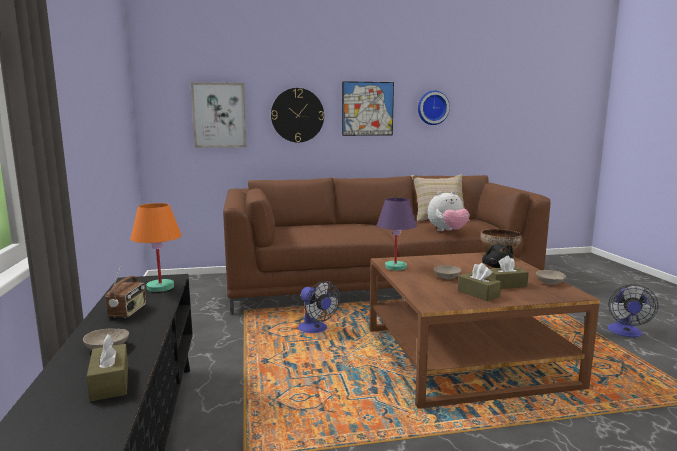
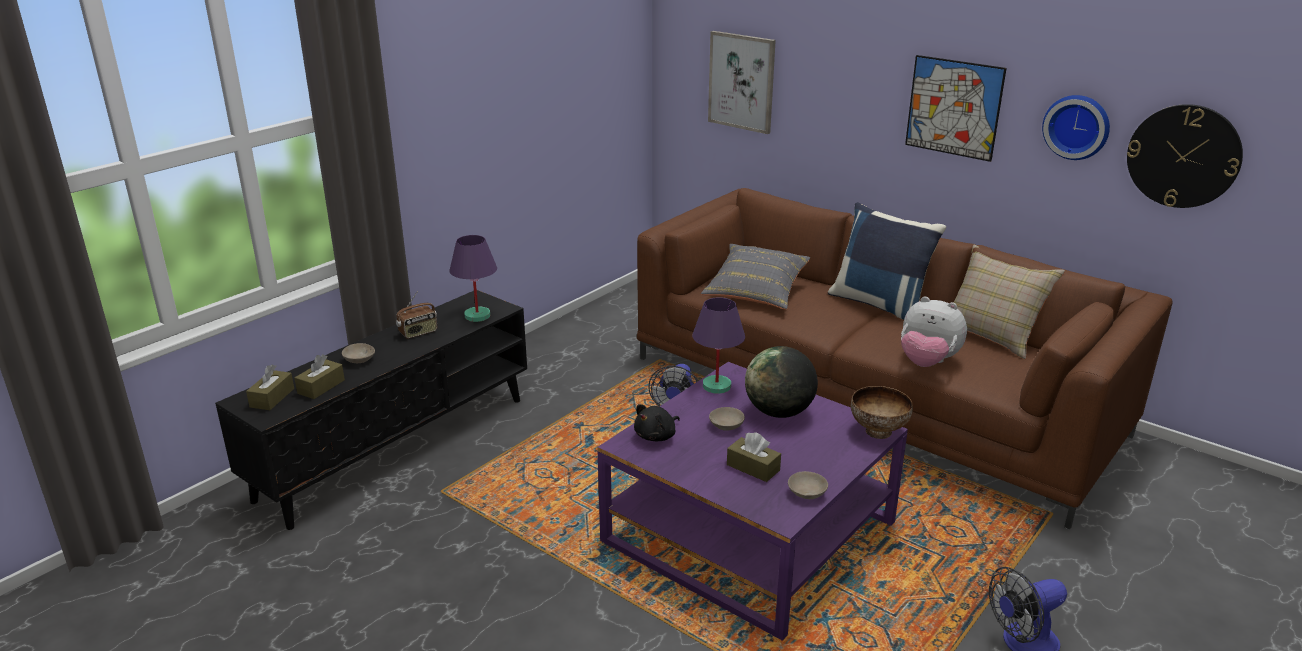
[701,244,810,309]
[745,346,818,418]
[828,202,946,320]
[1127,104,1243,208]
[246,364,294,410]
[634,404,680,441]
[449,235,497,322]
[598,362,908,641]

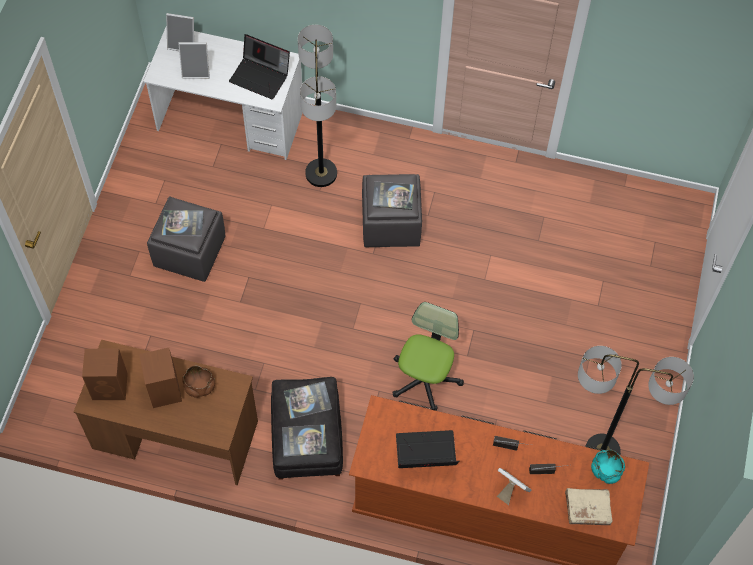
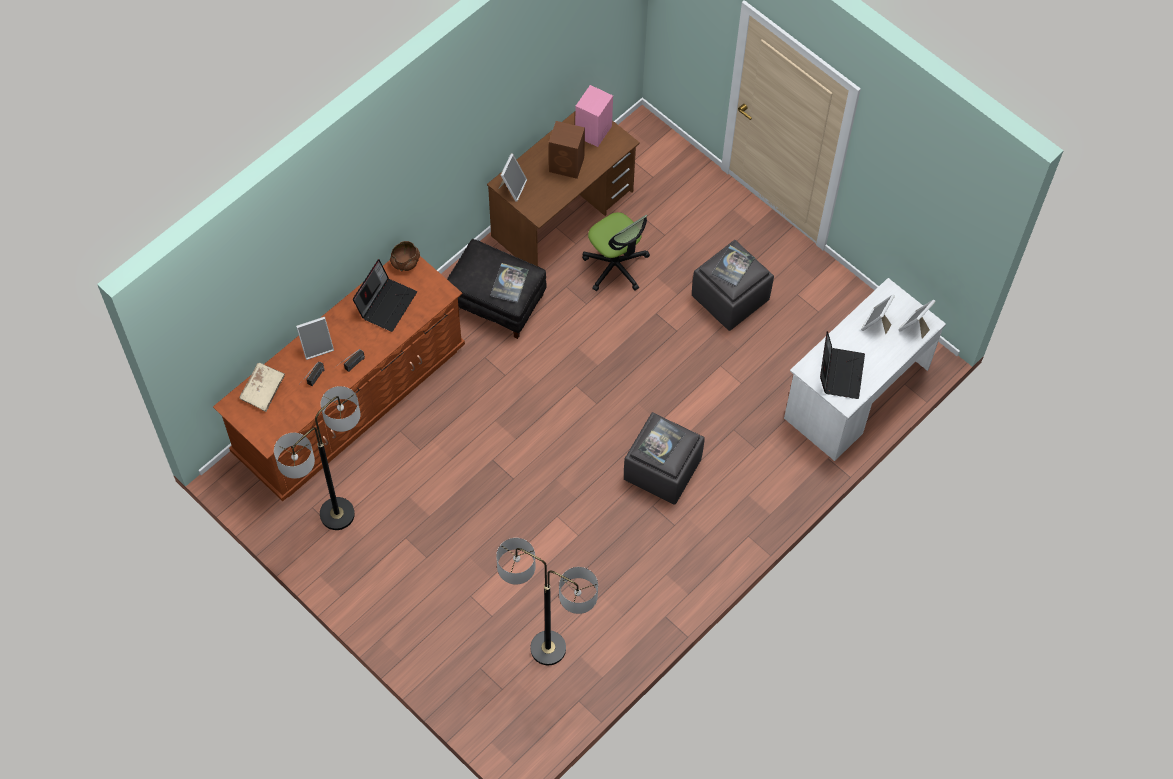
[282,425,327,457] (first image)
[591,449,625,484] (first image)
[499,153,527,202]
[390,241,420,271]
[496,538,598,665]
[582,212,650,291]
[575,85,613,147]
[820,331,865,399]

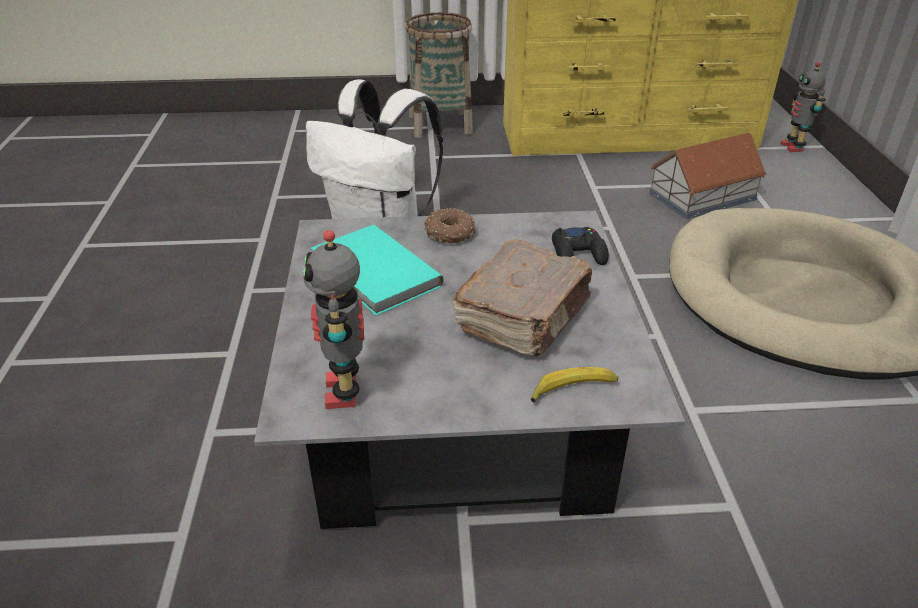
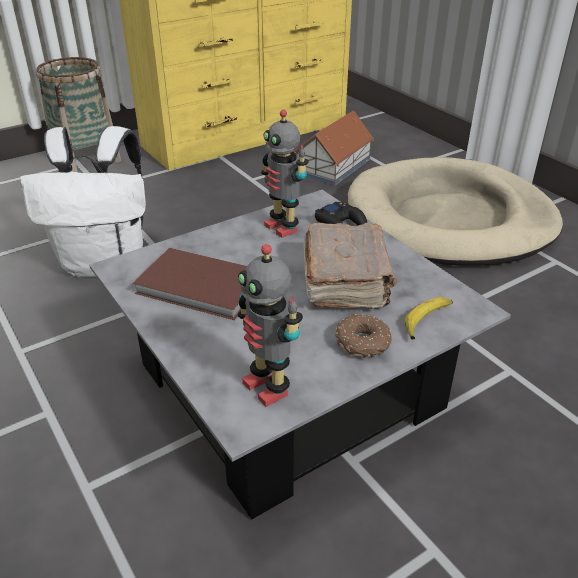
[335,314,391,358]
[261,110,309,238]
[133,248,247,320]

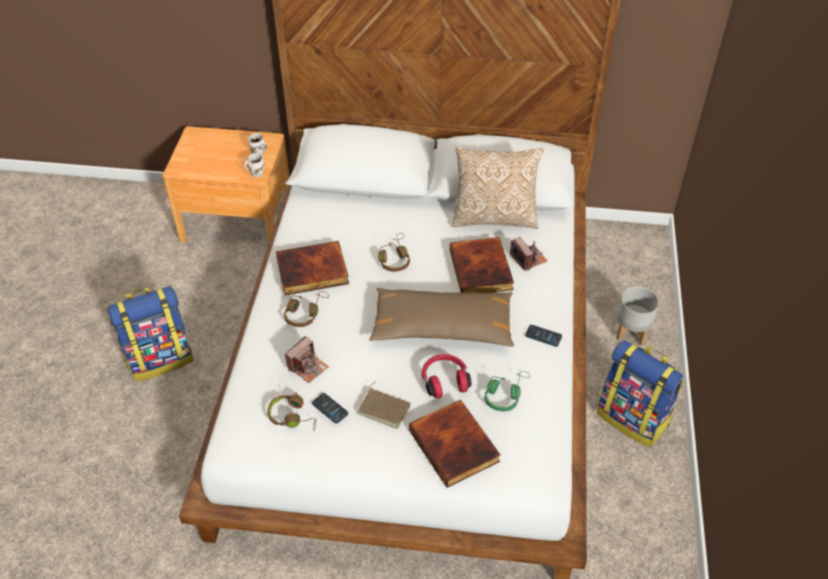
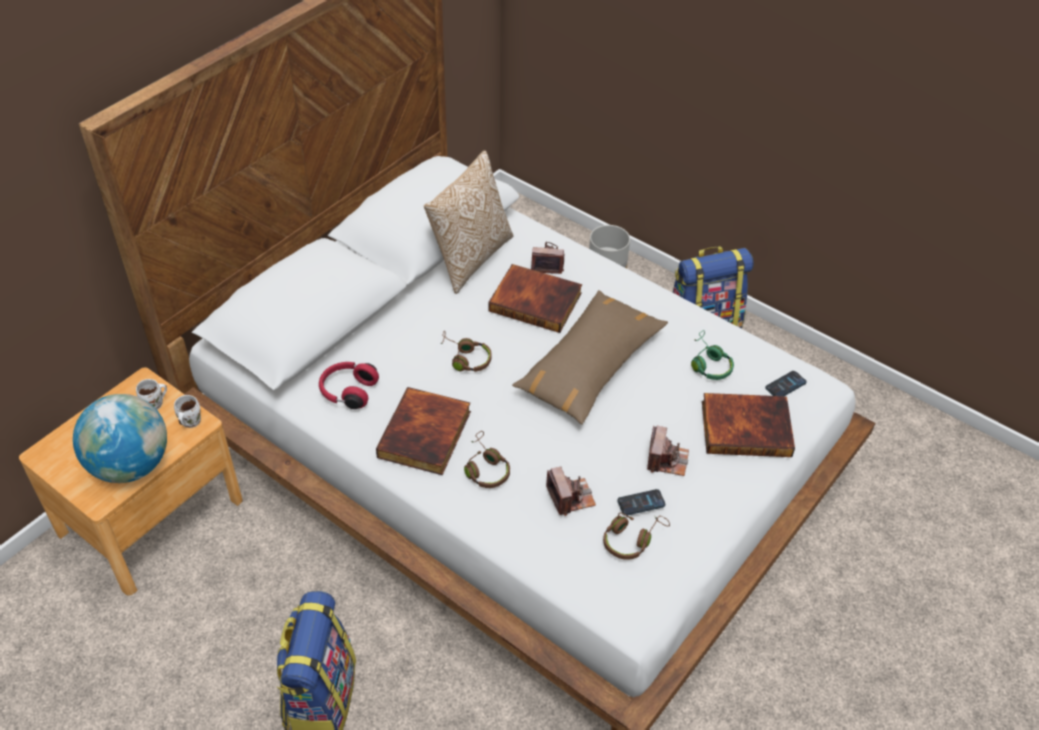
[73,394,167,483]
[319,362,379,409]
[765,371,807,396]
[647,426,689,476]

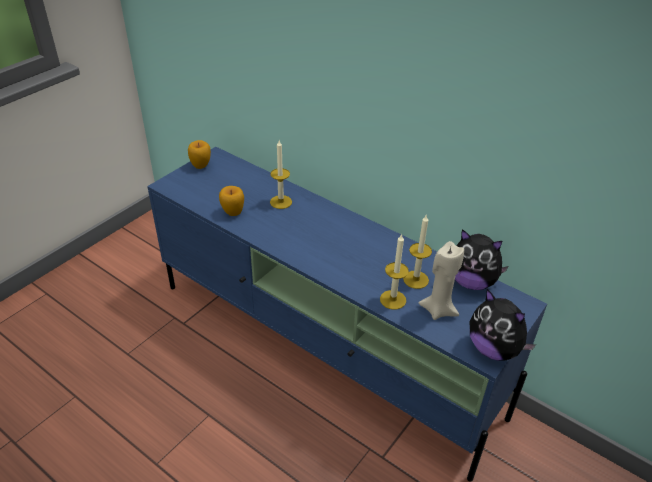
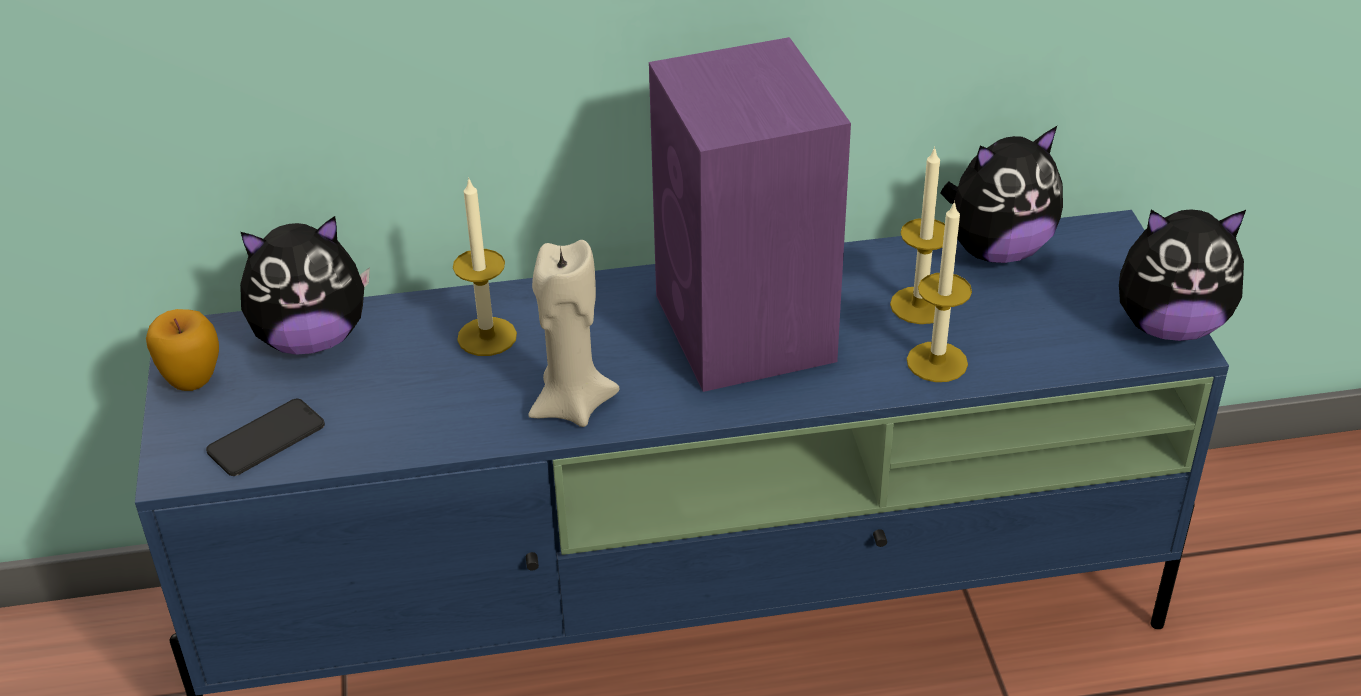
[219,186,244,216] (first image)
[206,399,325,476]
[240,216,370,355]
[649,37,851,392]
[528,240,620,427]

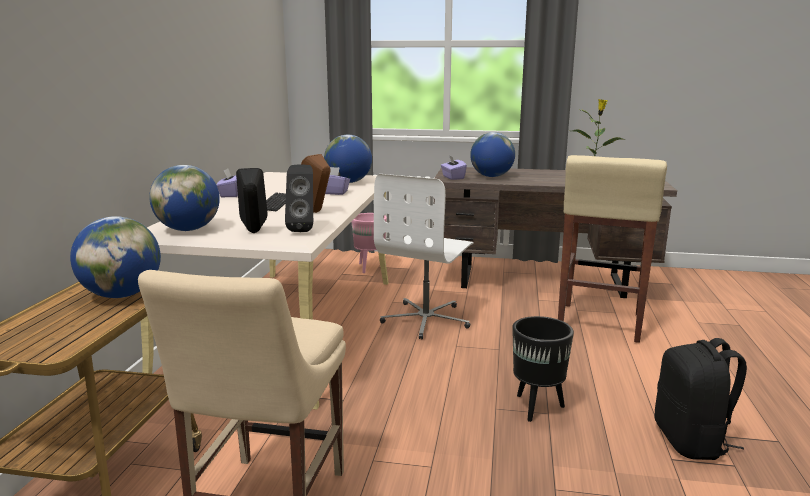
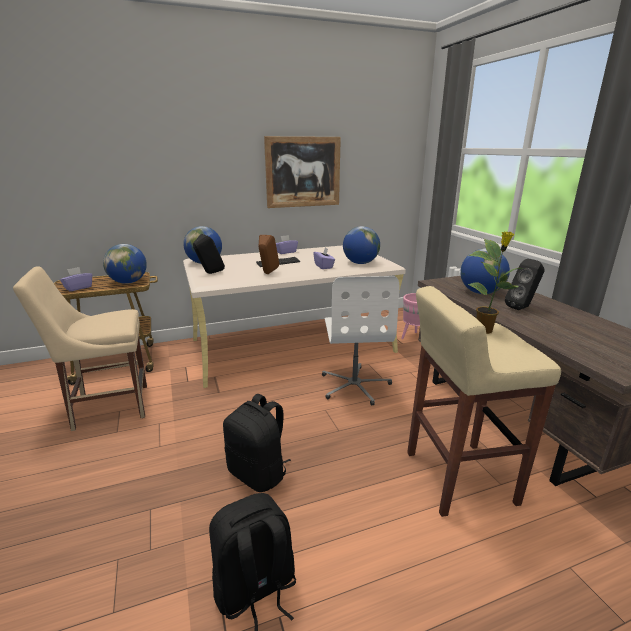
[264,136,341,208]
[505,259,545,310]
[60,267,92,291]
[223,394,291,492]
[322,276,399,406]

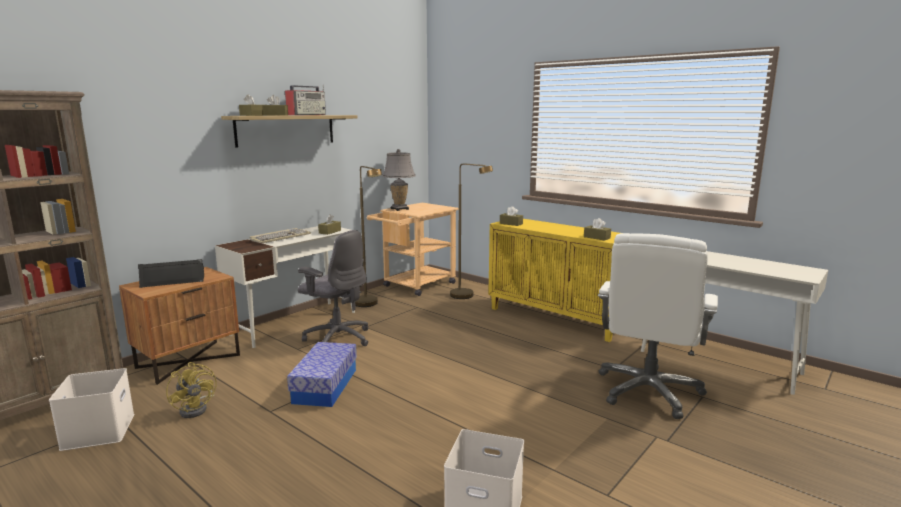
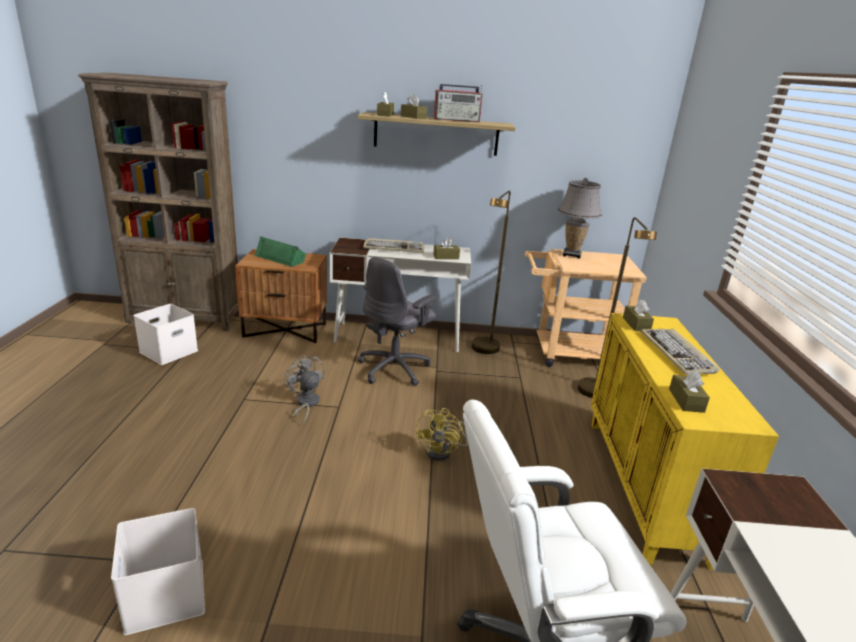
[641,329,719,374]
[416,408,468,461]
[285,355,325,425]
[255,236,306,267]
[358,257,437,386]

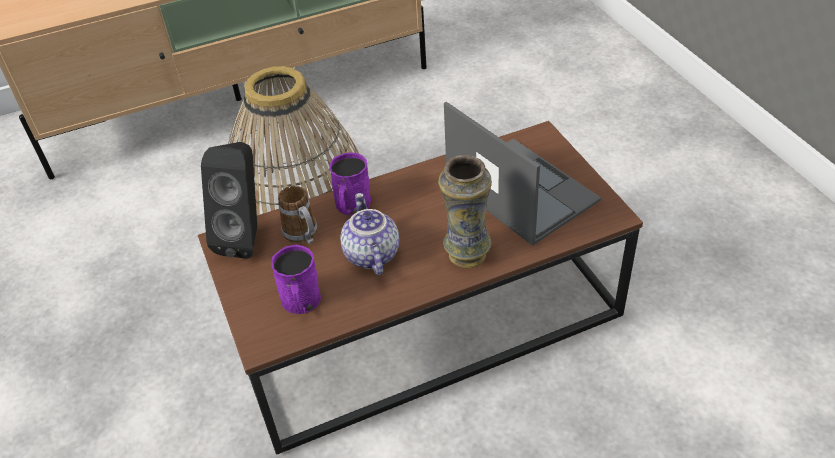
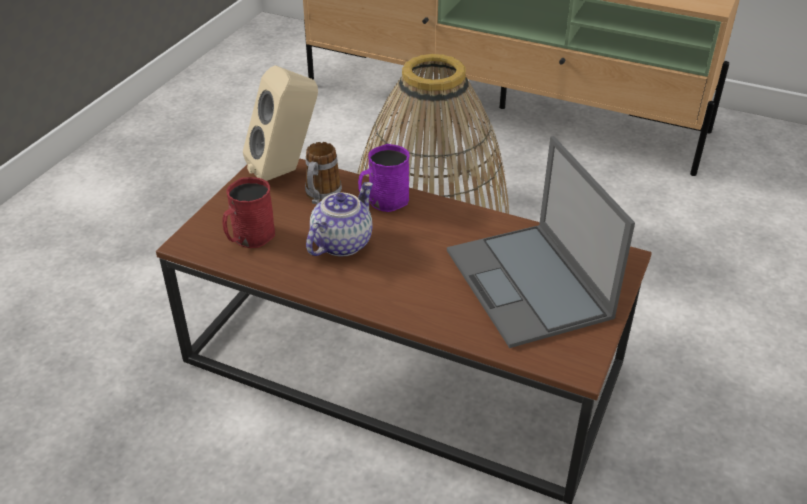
[438,155,492,268] (first image)
[243,65,318,181]
[222,177,275,248]
[447,136,635,348]

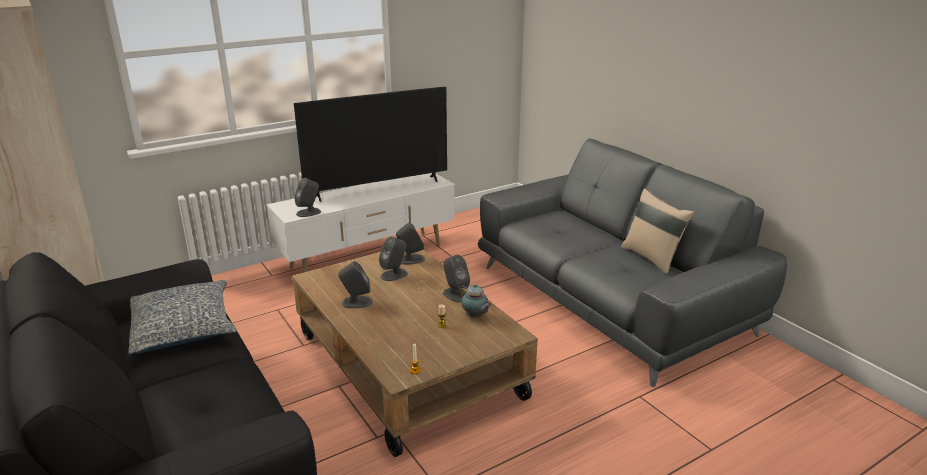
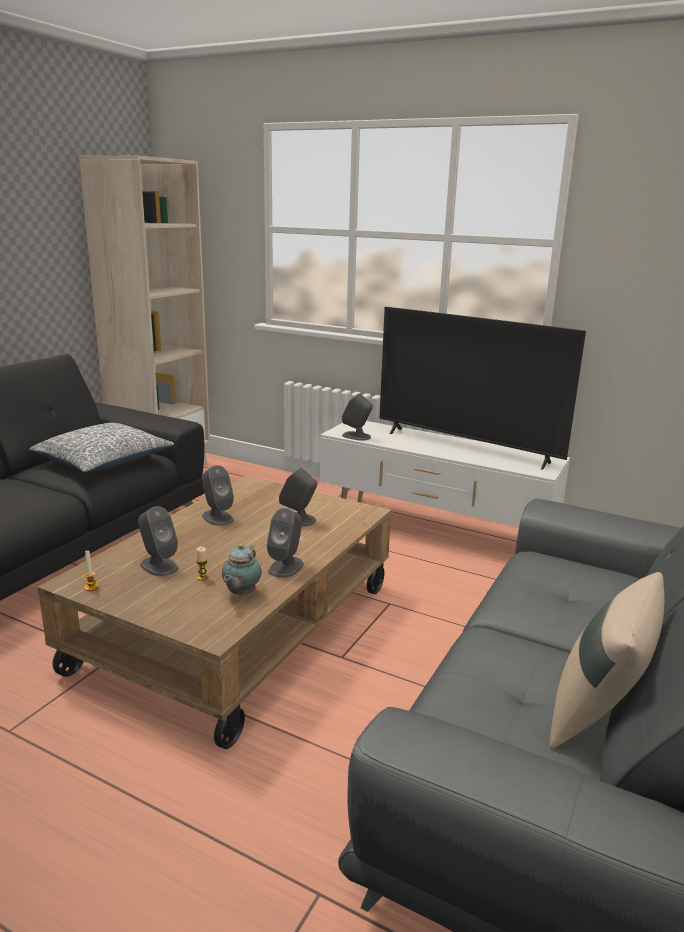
[138,506,178,576]

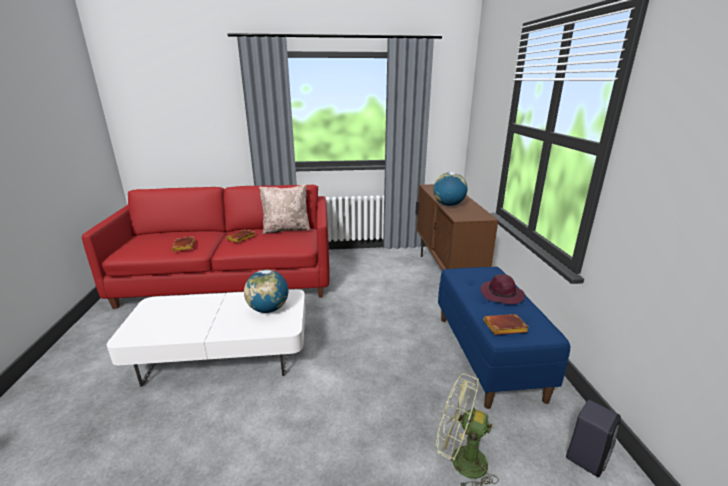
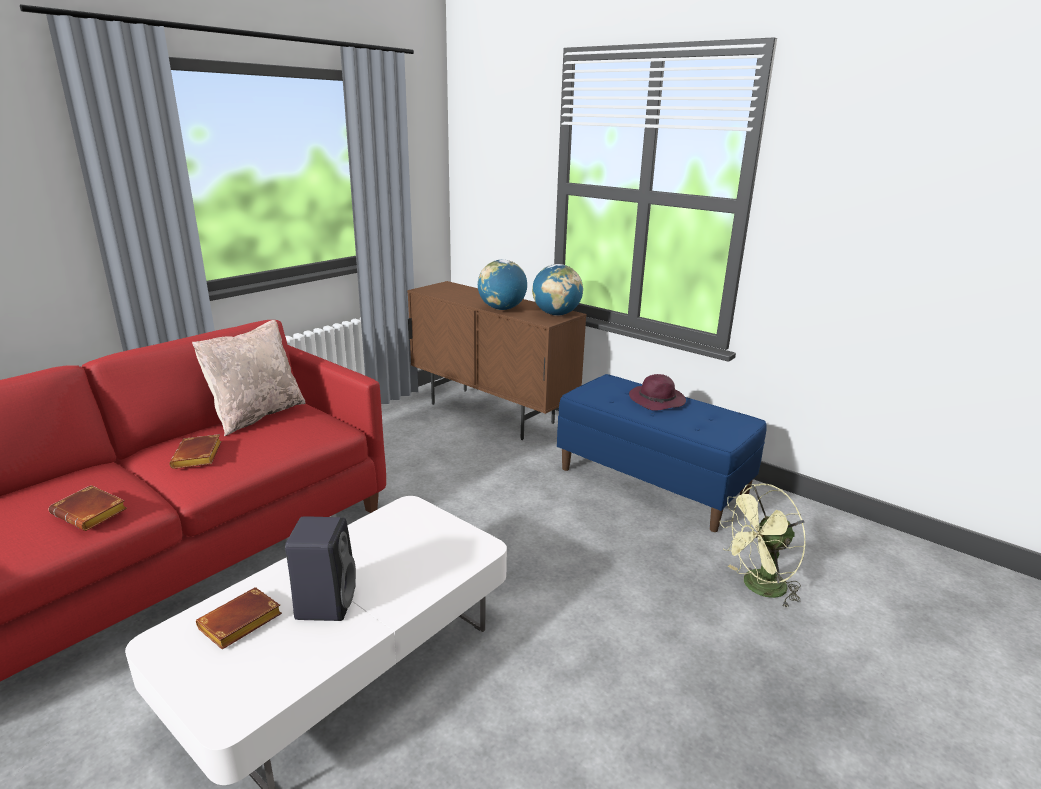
[532,264,583,316]
[196,587,282,649]
[285,516,356,621]

